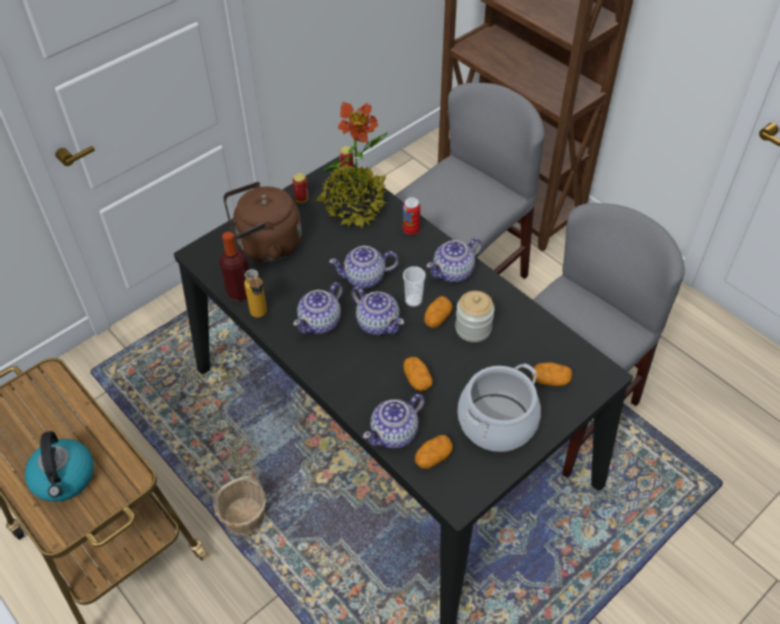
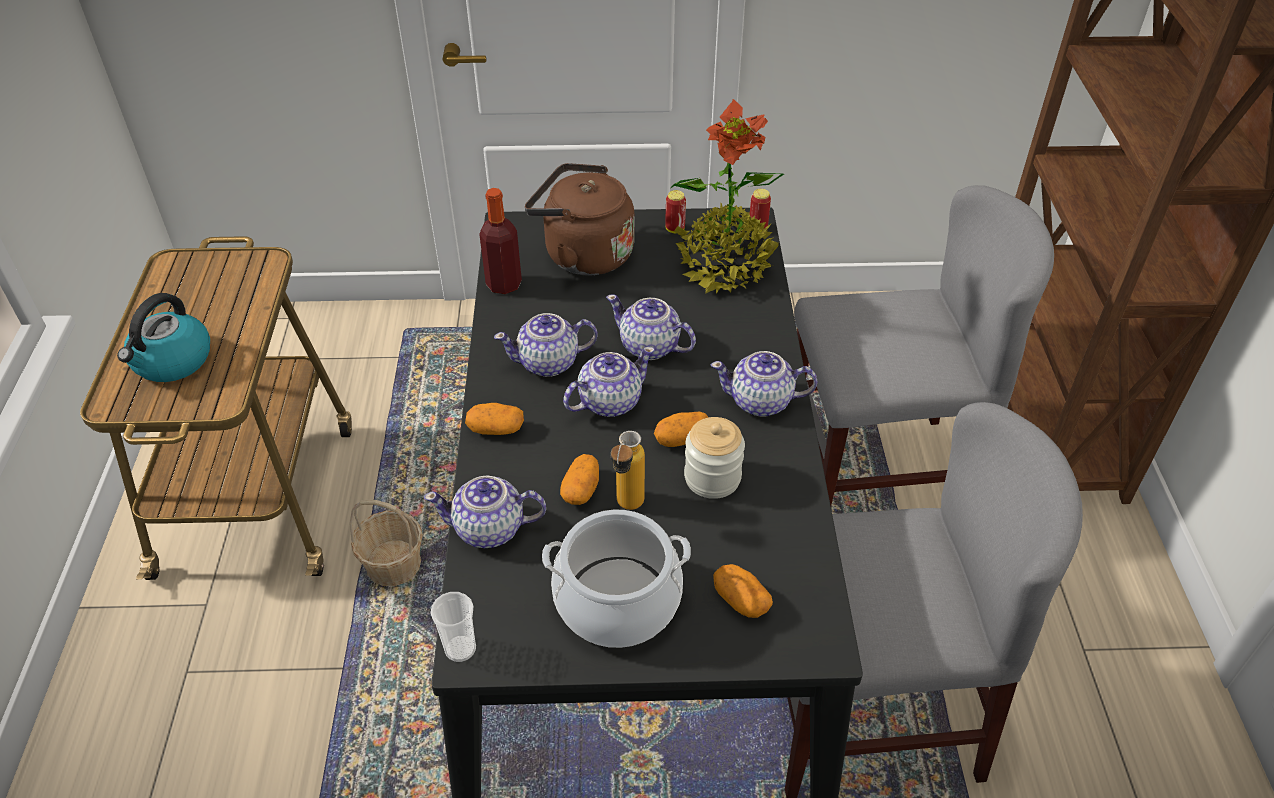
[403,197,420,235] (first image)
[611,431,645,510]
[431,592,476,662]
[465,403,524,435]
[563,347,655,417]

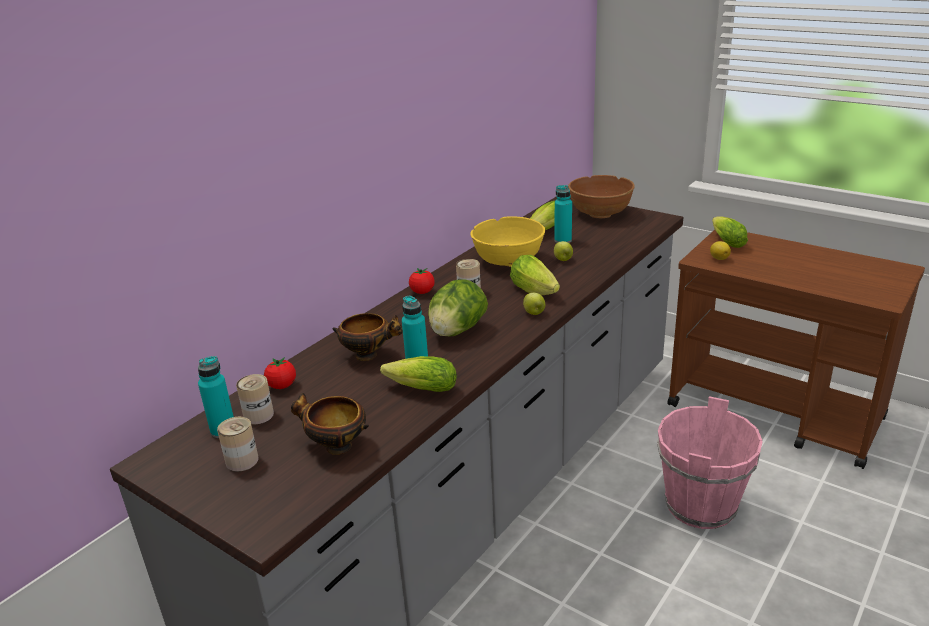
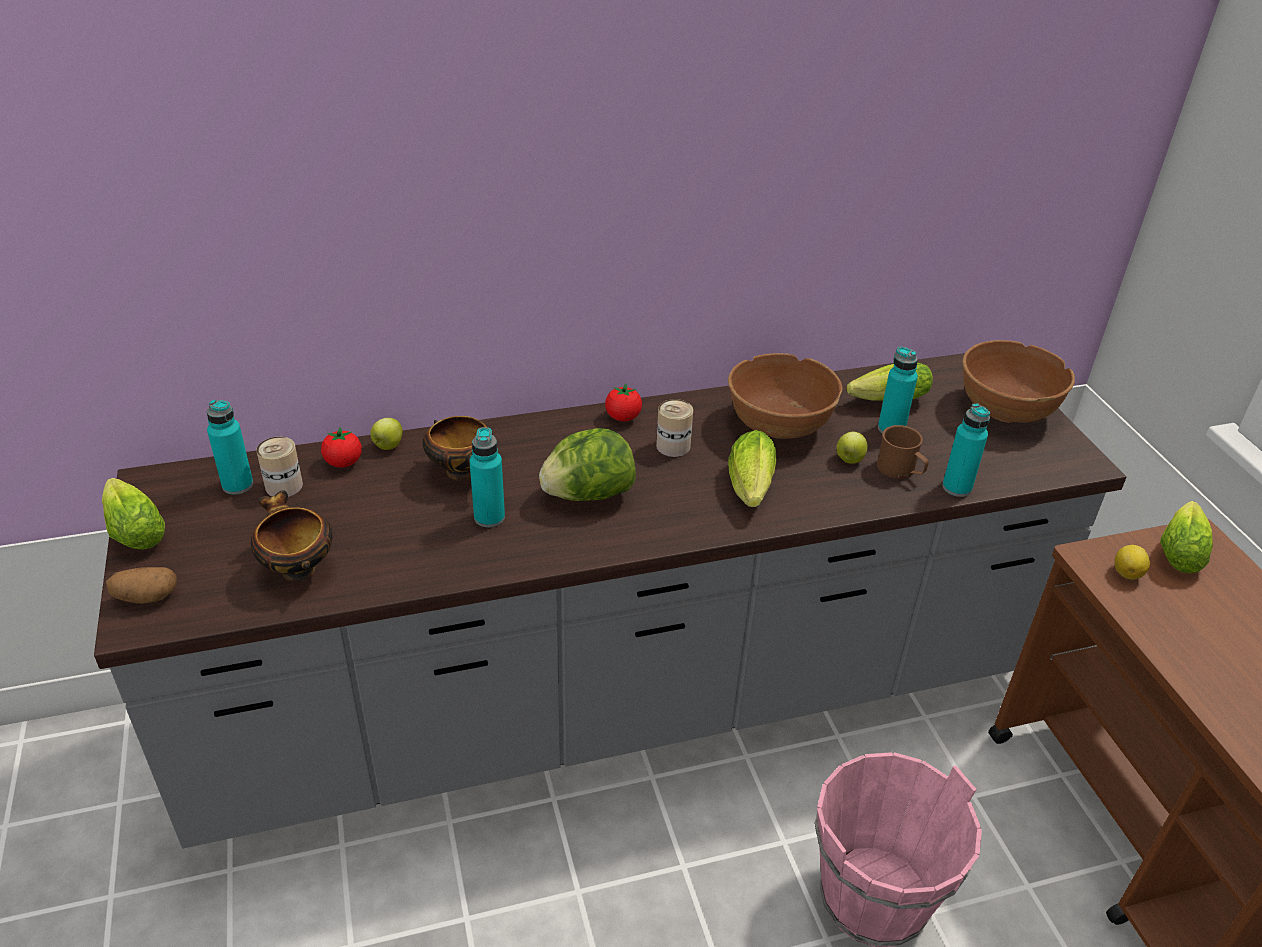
[217,417,259,472] (first image)
[106,567,177,604]
[877,425,929,479]
[942,403,990,497]
[102,478,165,550]
[370,418,403,450]
[728,353,843,439]

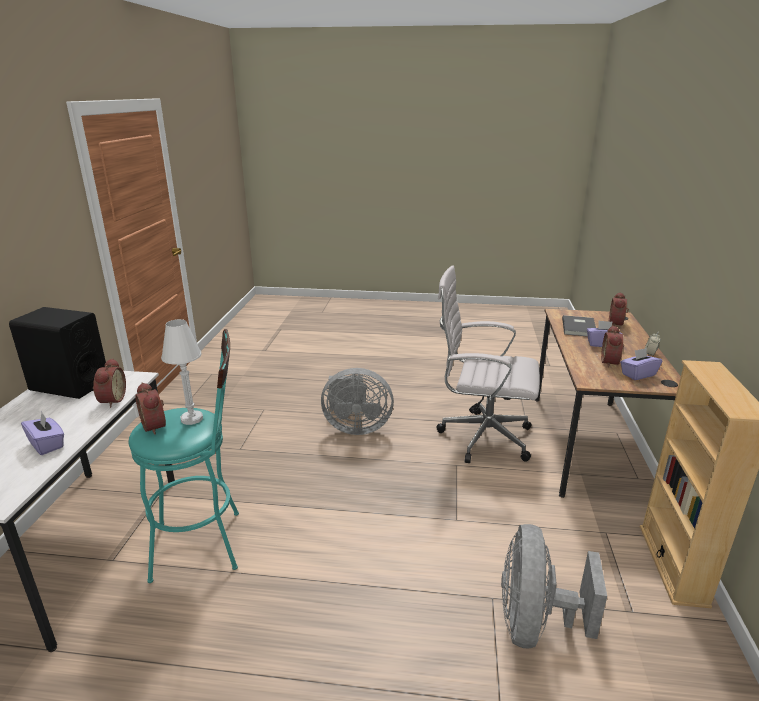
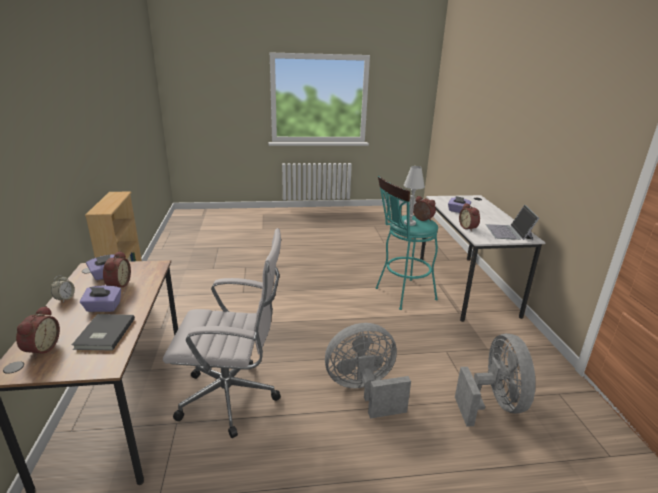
[455,334,536,426]
[486,205,539,240]

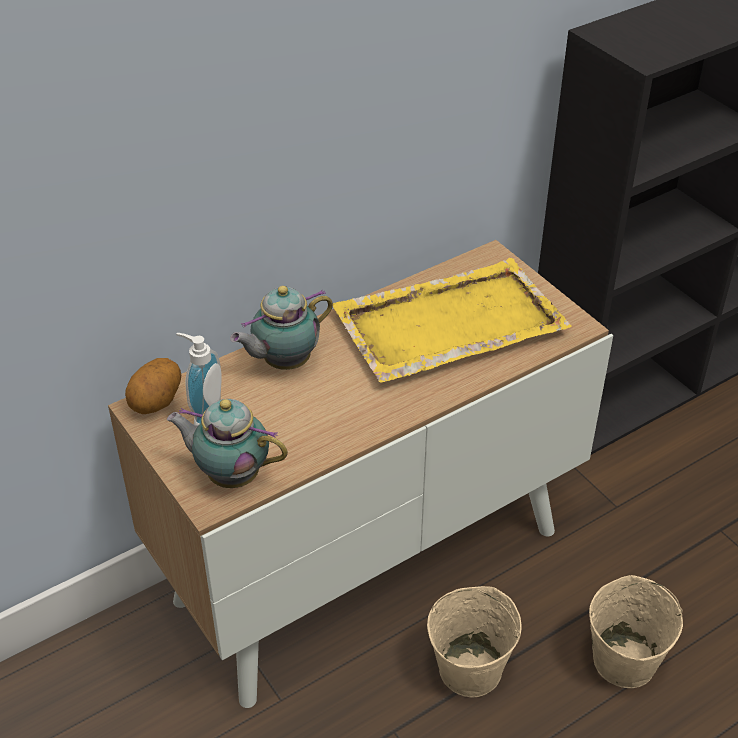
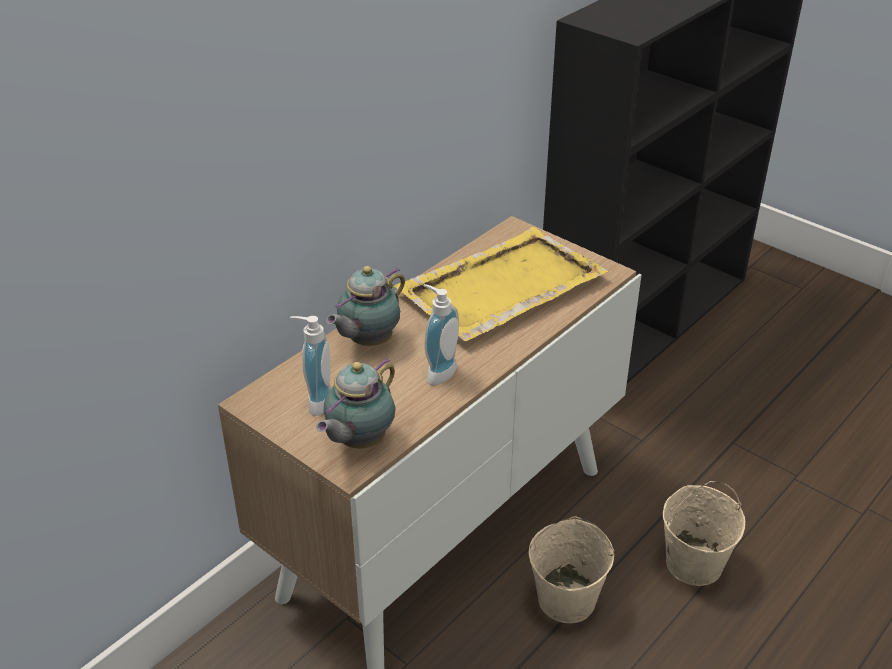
[125,358,181,414] (first image)
[423,284,459,385]
[316,358,395,449]

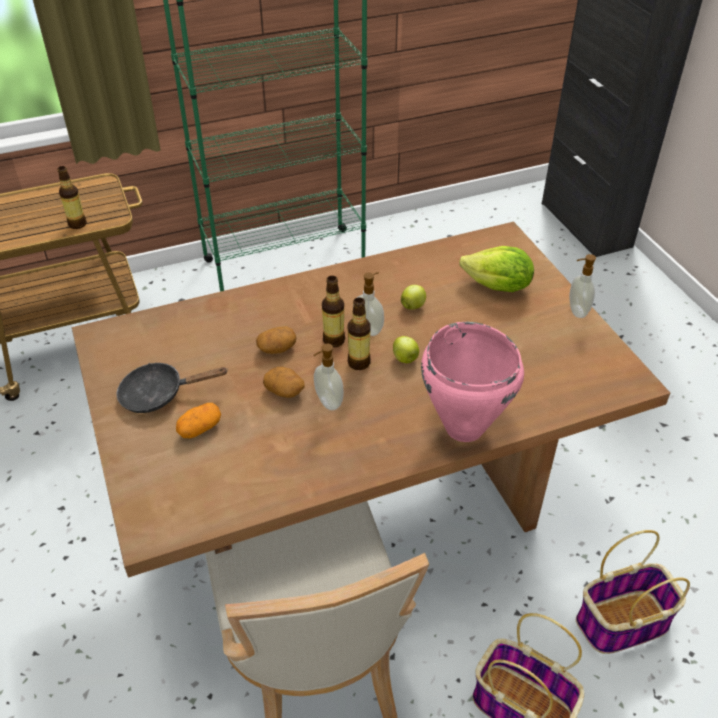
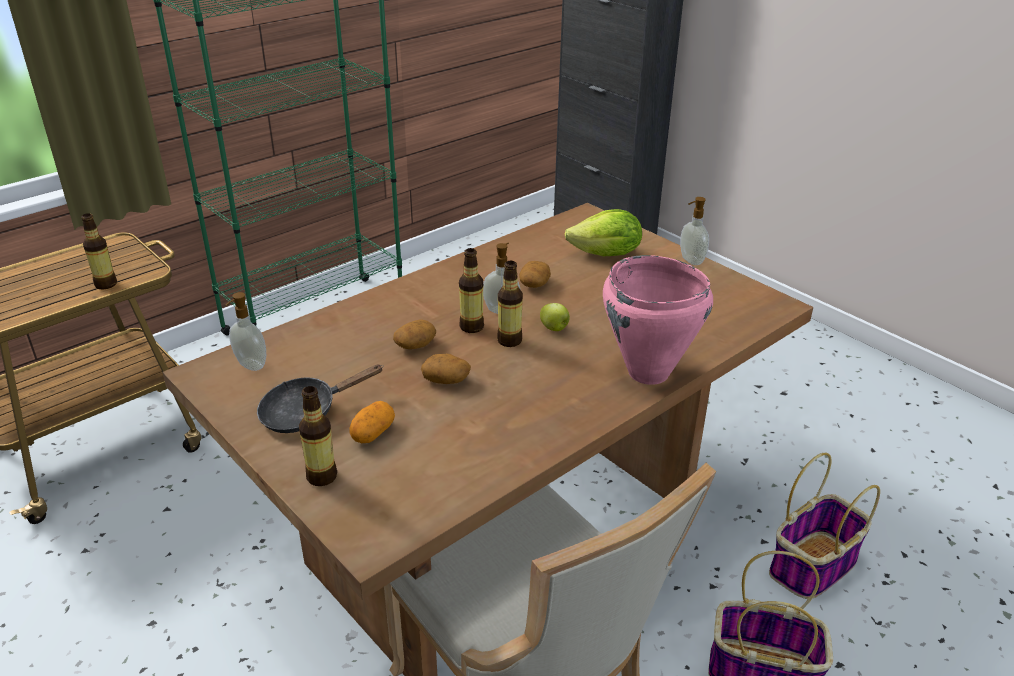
[299,386,337,486]
[225,292,266,371]
[519,261,551,288]

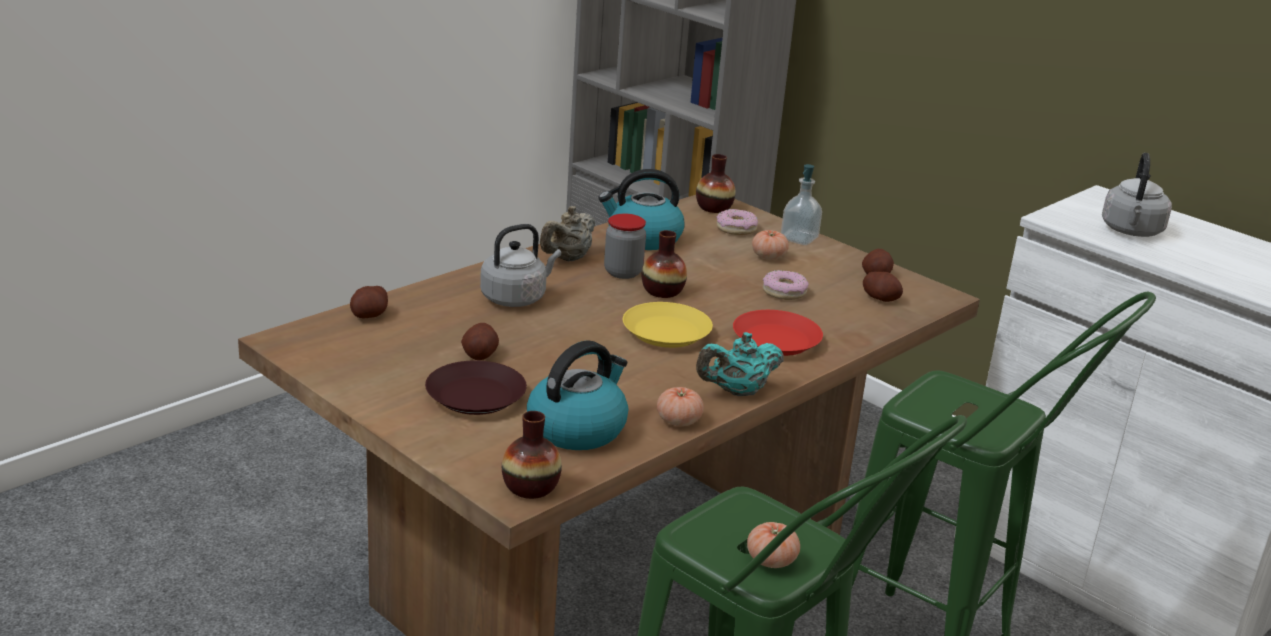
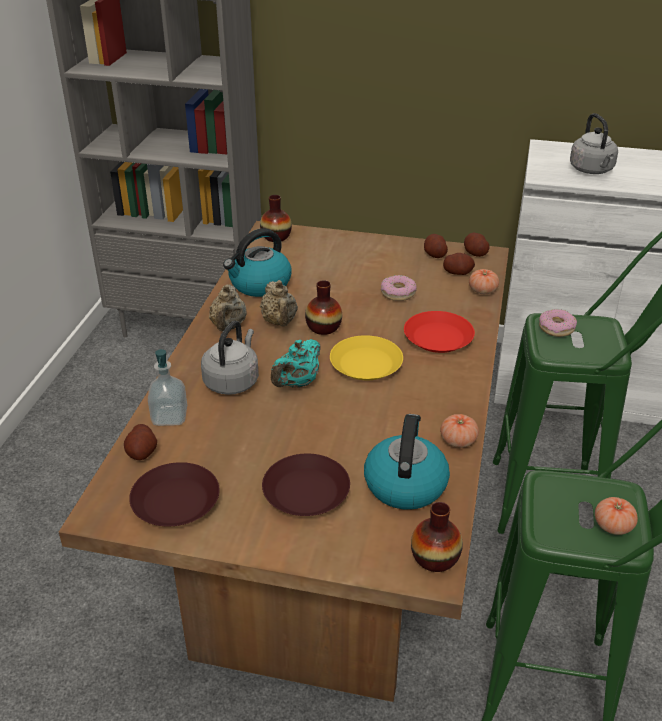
[129,462,220,526]
[464,233,490,257]
[271,339,321,388]
[539,309,577,337]
[469,269,499,294]
[148,349,187,426]
[260,280,298,327]

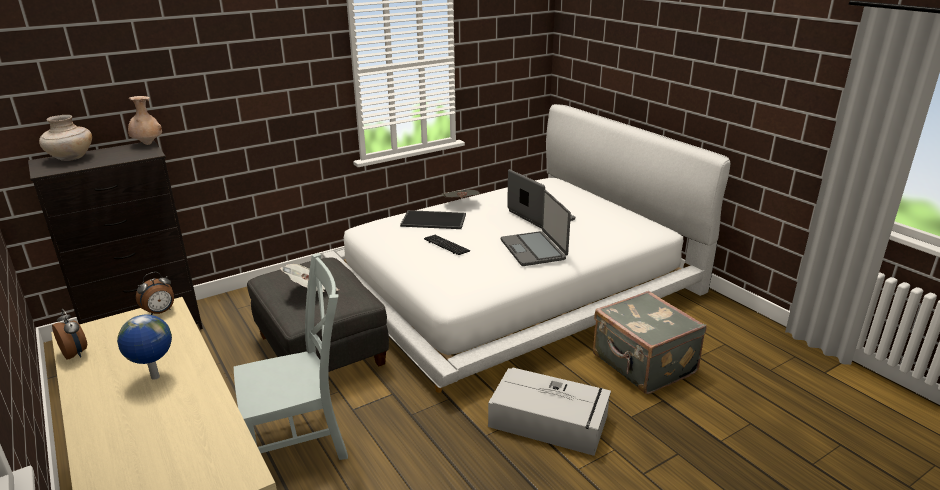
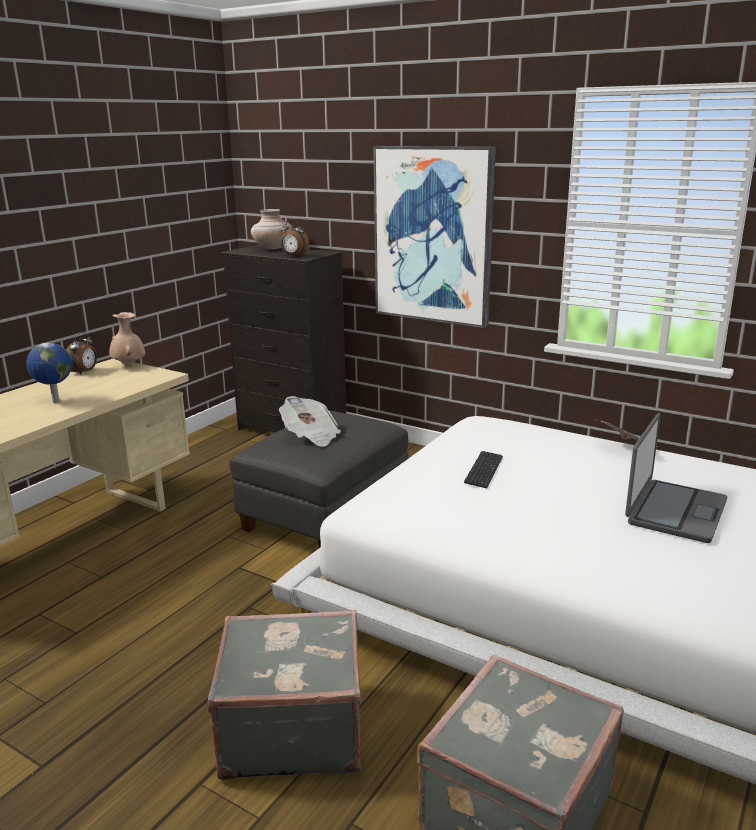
[234,253,348,460] (first image)
[400,210,466,229] (first image)
[501,190,571,266] (first image)
[373,146,496,328]
[109,312,145,367]
[281,219,309,257]
[208,610,361,780]

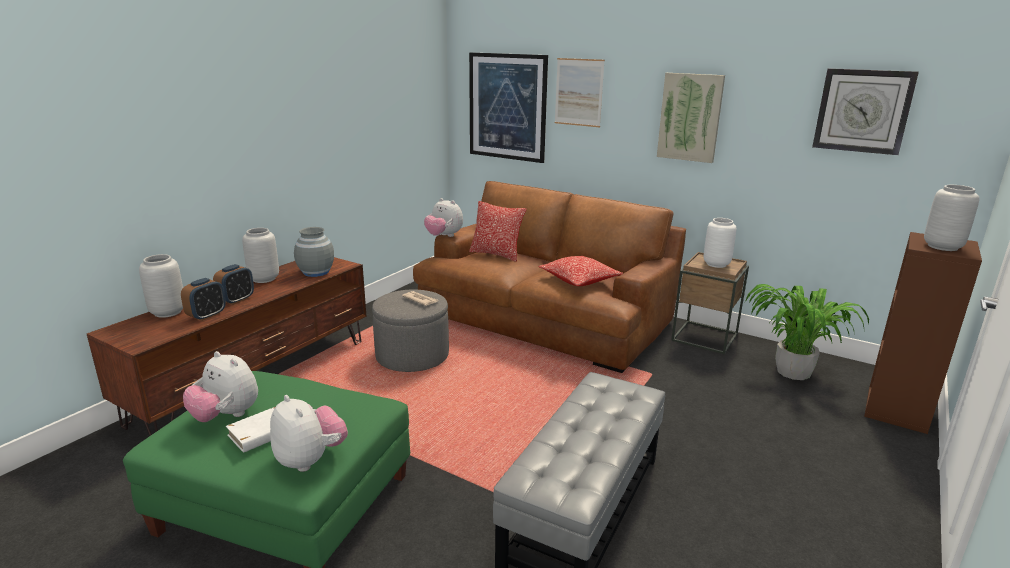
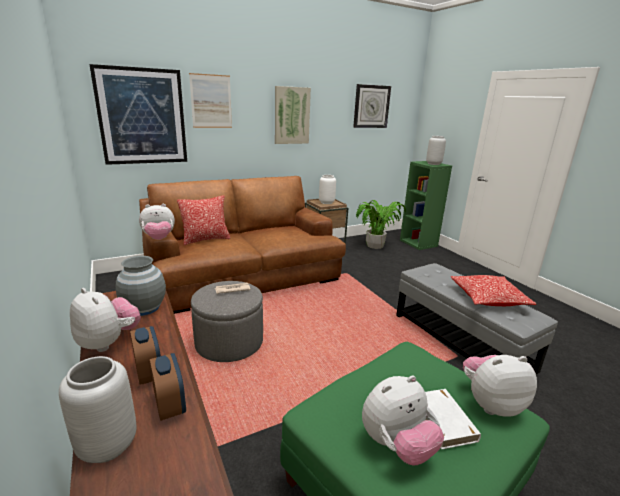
[451,275,536,306]
[70,288,141,352]
[400,161,452,250]

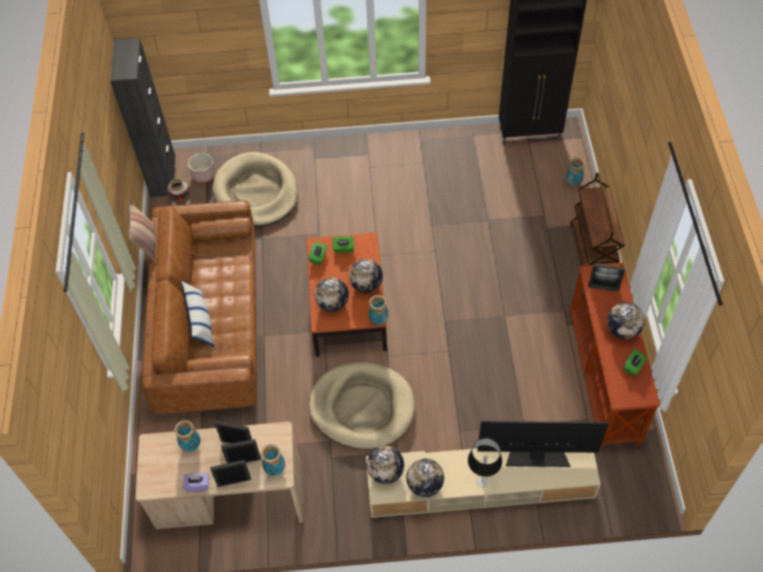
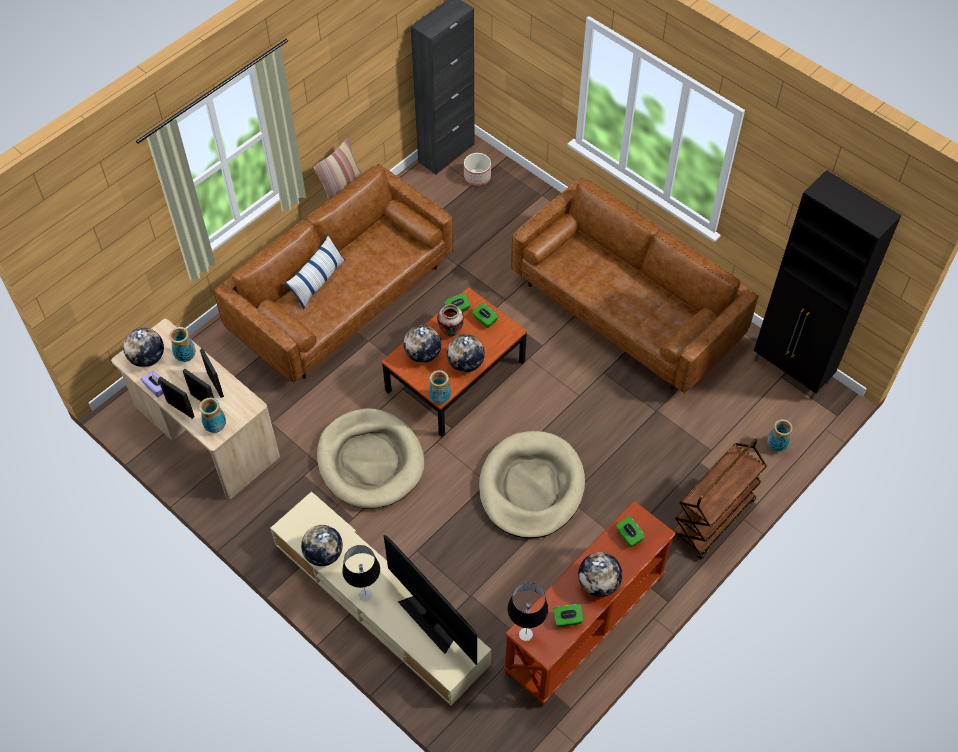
[507,582,548,641]
[511,177,759,394]
[437,304,464,337]
[479,431,585,538]
[123,328,164,367]
[616,516,645,547]

